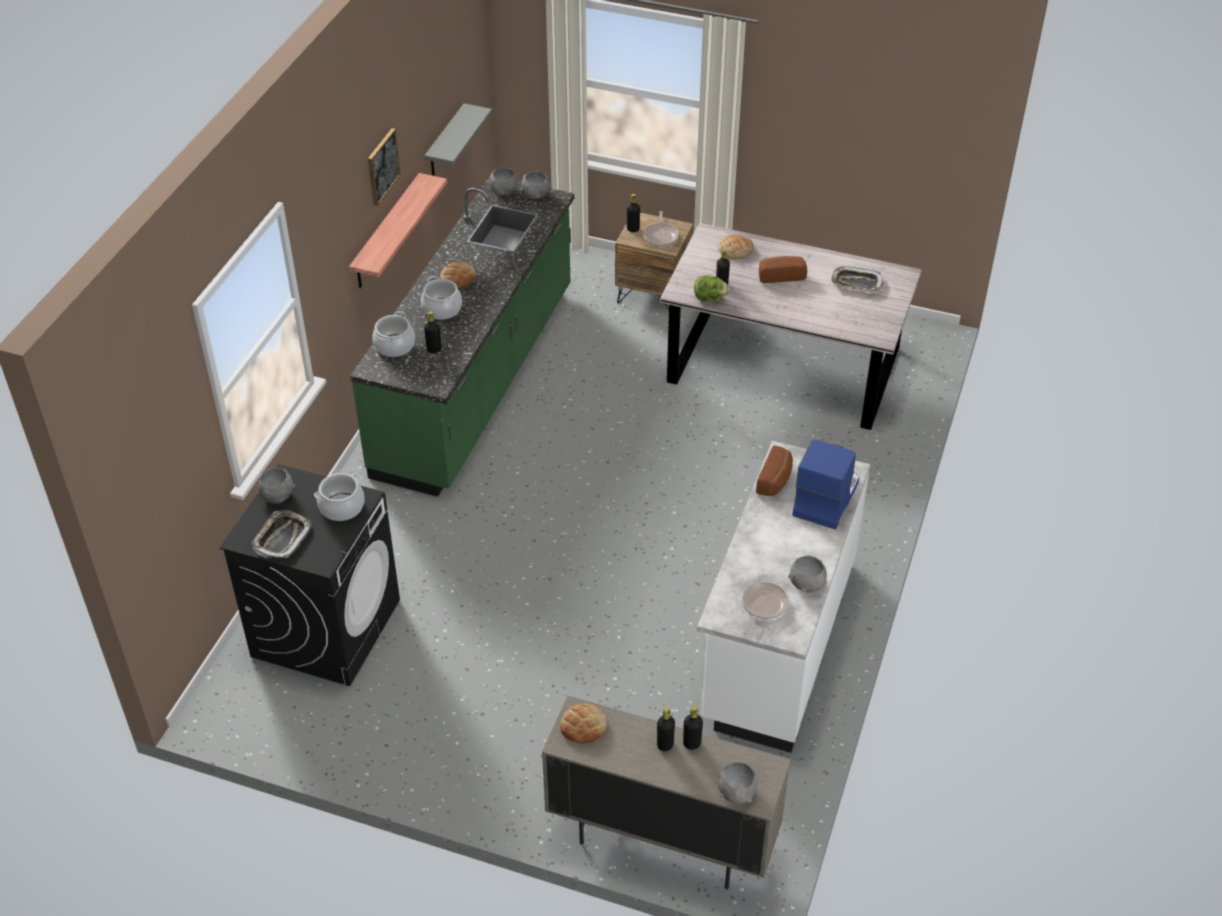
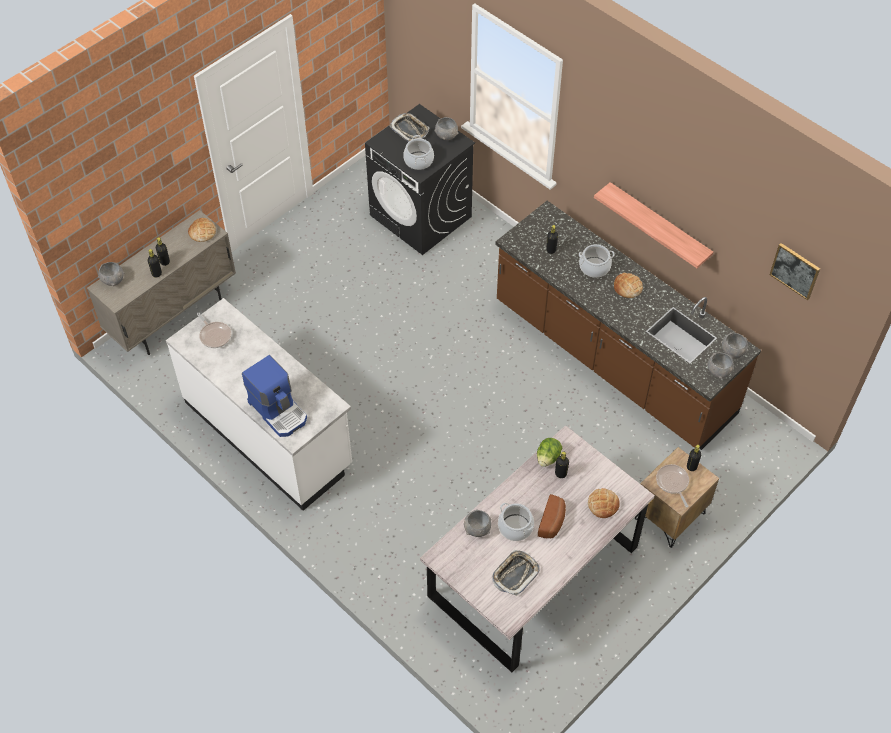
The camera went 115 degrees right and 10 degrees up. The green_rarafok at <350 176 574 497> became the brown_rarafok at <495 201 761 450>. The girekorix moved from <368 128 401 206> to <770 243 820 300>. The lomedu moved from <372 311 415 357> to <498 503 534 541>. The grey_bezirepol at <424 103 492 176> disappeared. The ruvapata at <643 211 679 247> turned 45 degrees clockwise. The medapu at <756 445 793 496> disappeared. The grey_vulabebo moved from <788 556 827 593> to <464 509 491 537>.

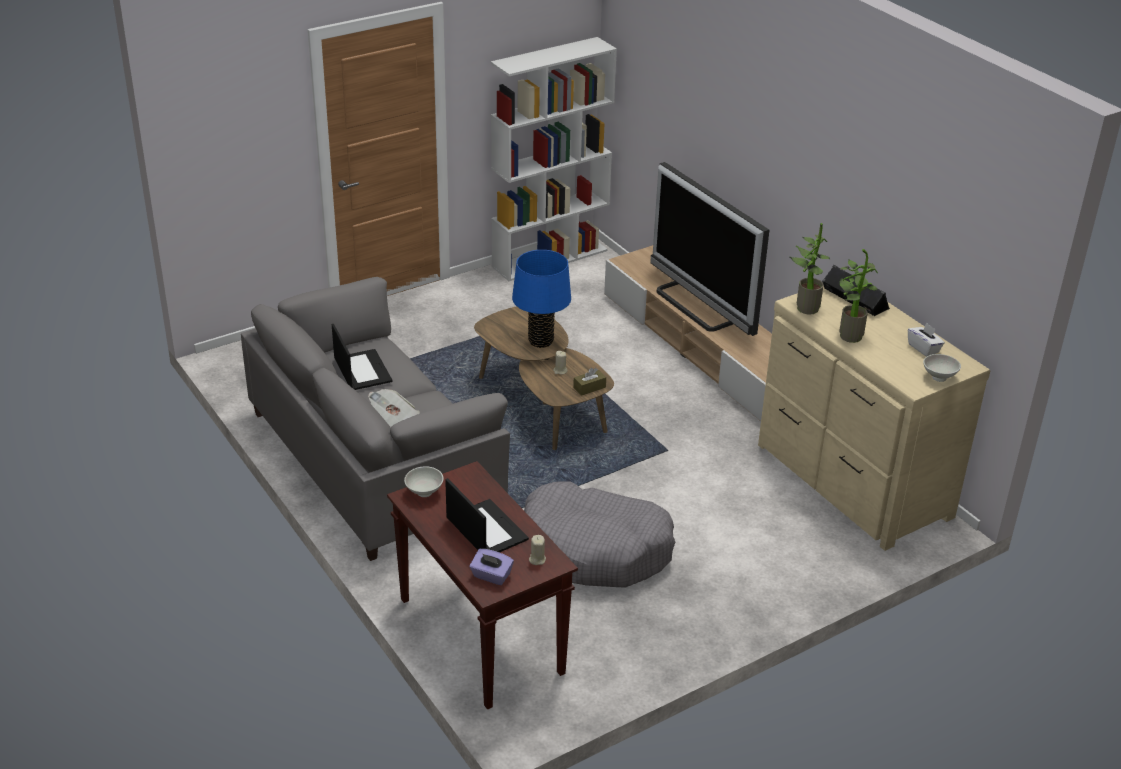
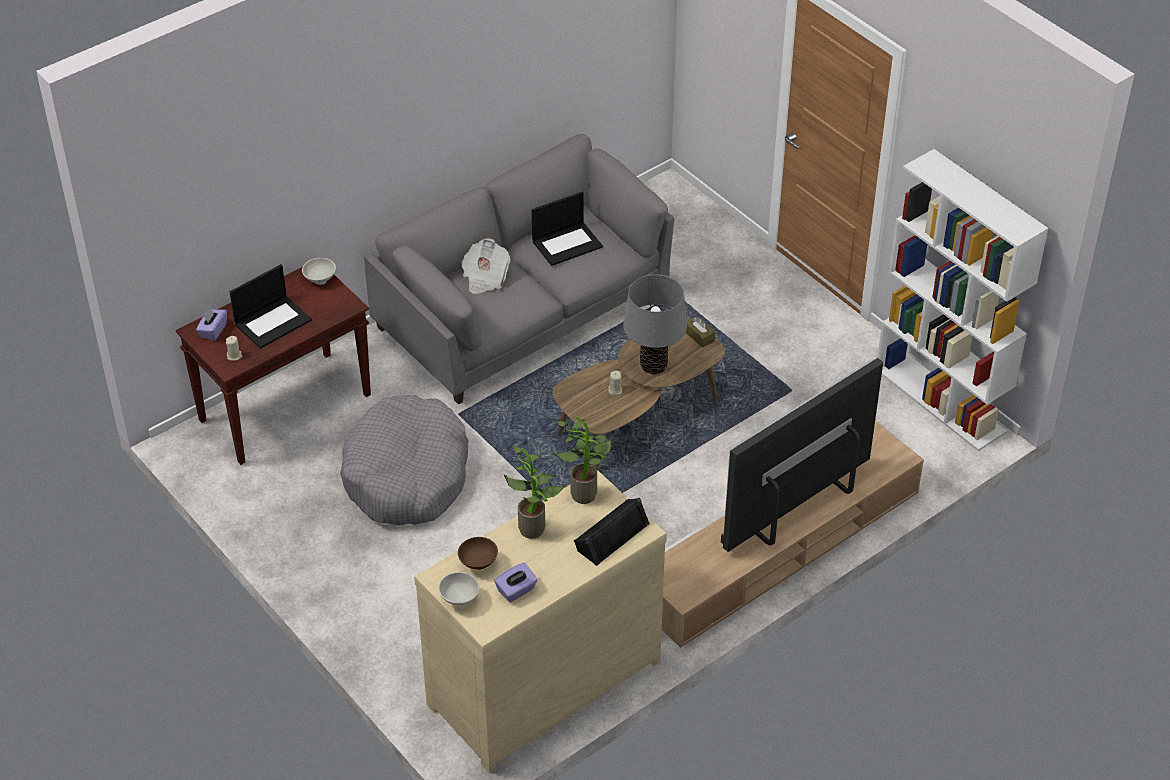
The camera went 85 degrees right and 10 degrees up. The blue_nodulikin at <512 250 571 348> became the grey_nodulikin at <623 274 687 375>. The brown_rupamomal moved from <573 368 606 396> to <686 316 715 348>. The white_rupamomal at <908 322 945 357> became the purple_rupamomal at <494 563 538 602>. The brown_vulabebo at <458 537 498 570> appeared.

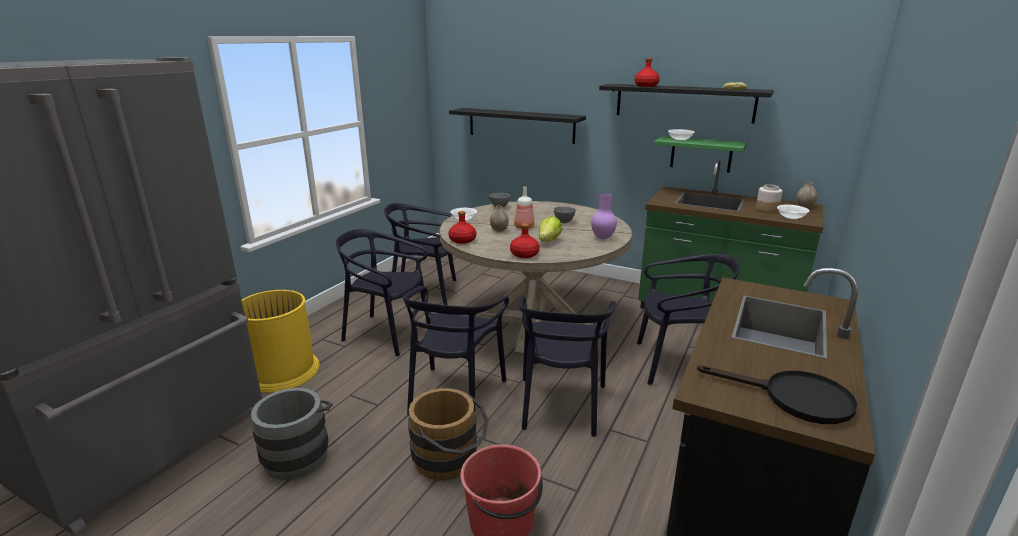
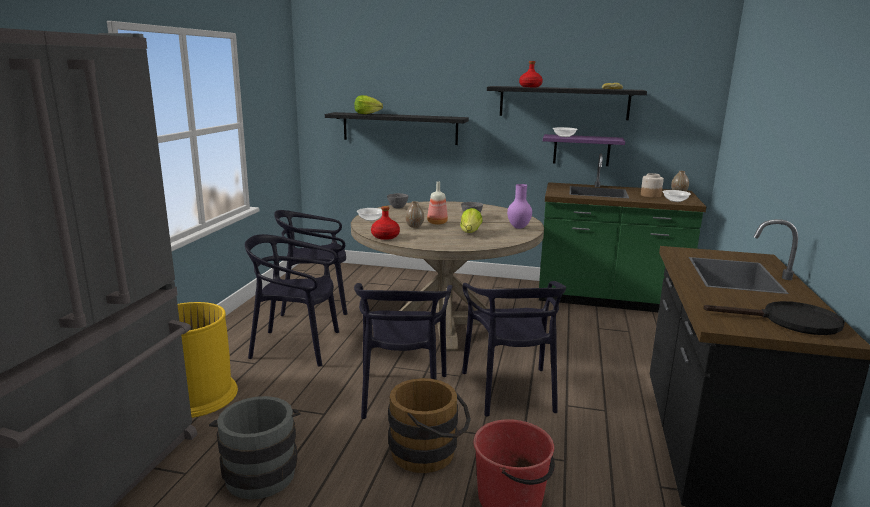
The camera went 15 degrees left and 5 degrees down. The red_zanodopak at <510 223 540 258> disappeared. The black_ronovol at <637 254 740 385> disappeared. The green_bezirepol at <654 136 747 173> became the purple_bezirepol at <543 134 625 166>. The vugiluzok at <354 95 383 114> appeared.

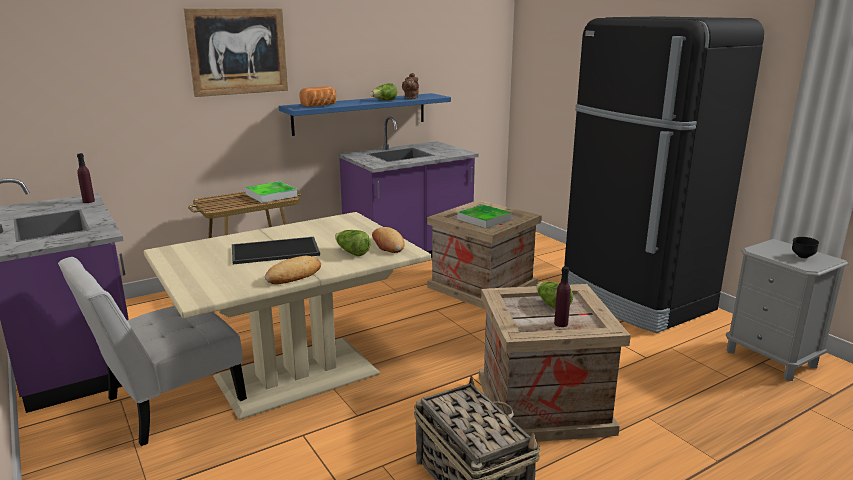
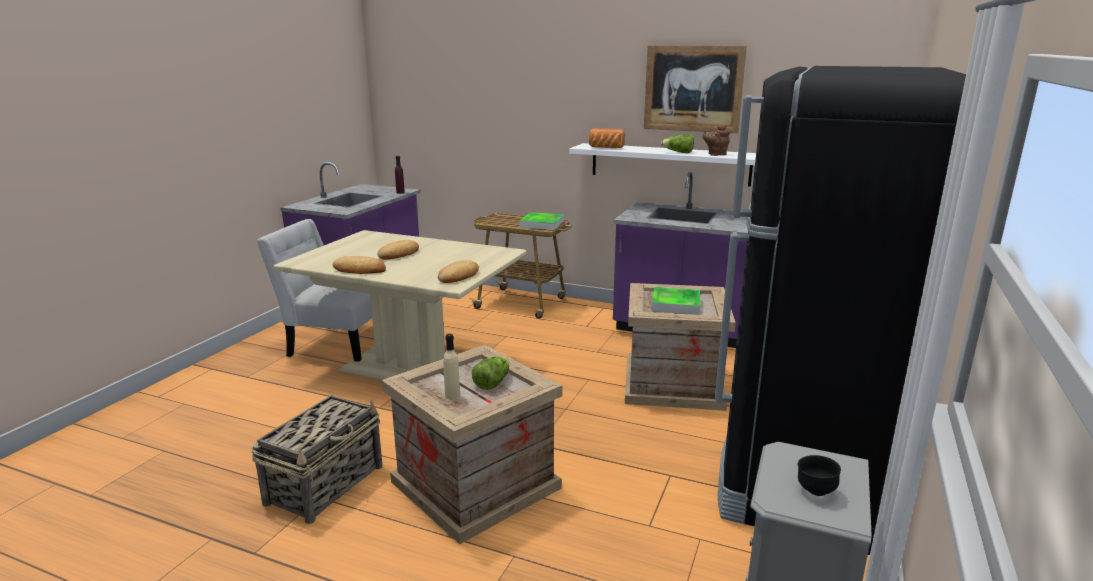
The camera went 55 degrees right and 0 degrees up. The girekorix moved from <184 8 288 97> to <644 45 747 133>. The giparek at <232 237 320 264> was replaced by the medapu at <377 240 419 260>. The blue_bezirepol at <279 93 451 136> became the white_bezirepol at <569 143 756 187>. The vugiluzok at <335 230 371 256> disappeared. The purple_zanodopak at <554 267 571 327> became the beige_zanodopak at <443 334 460 400>.

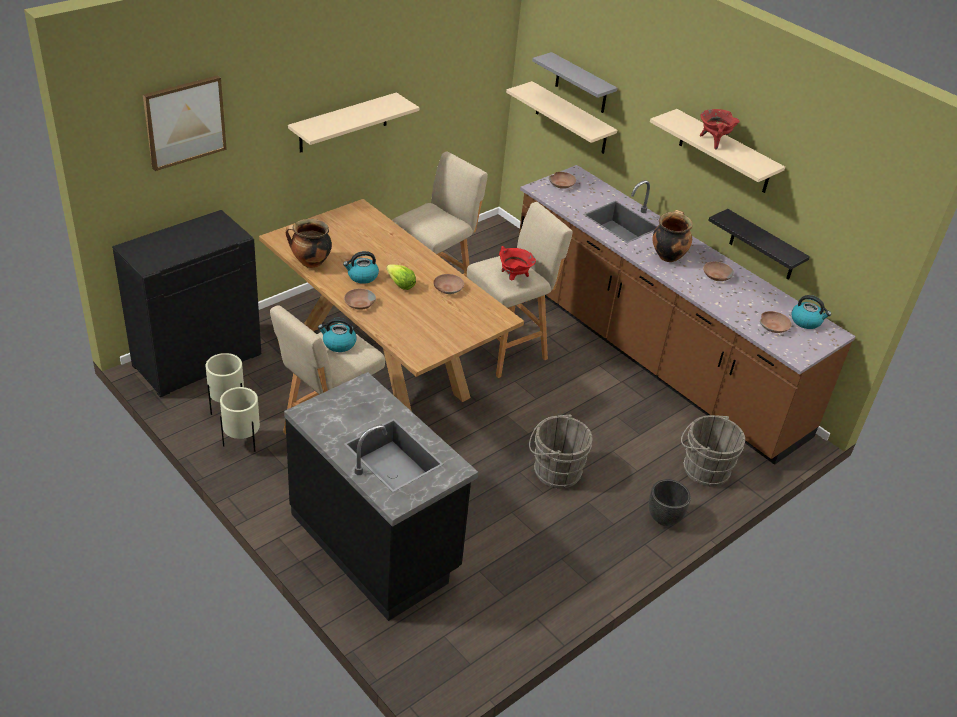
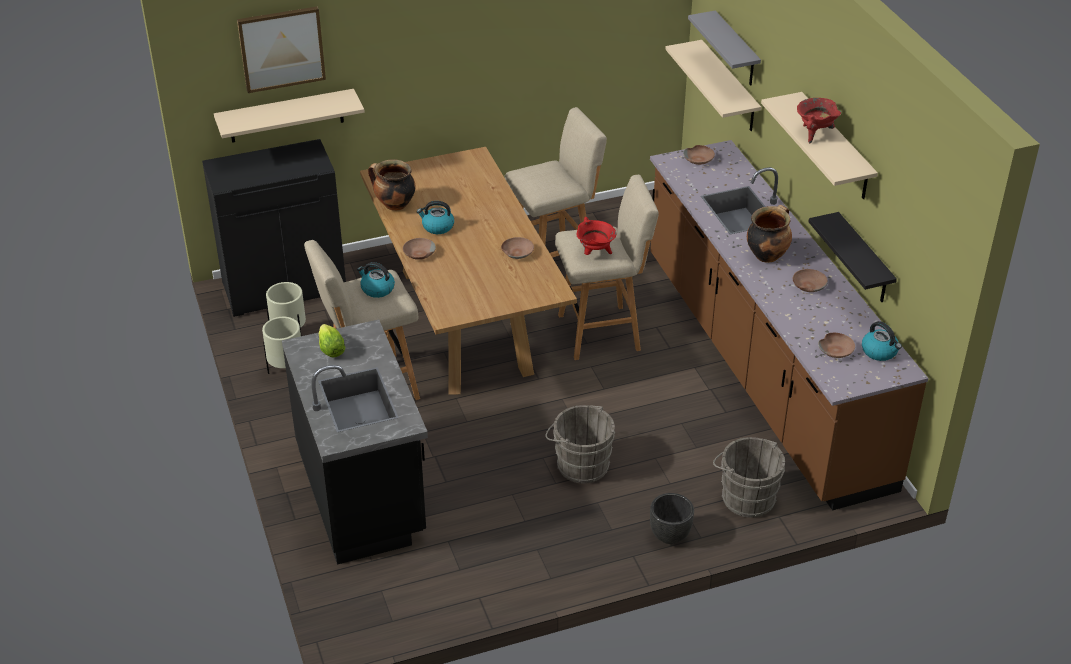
The camera went 25 degrees right and 0 degrees up. The beige_bezirepol moved from <288 92 419 153> to <214 89 365 143>. The vugiluzok moved from <386 264 416 290> to <319 324 345 358>.

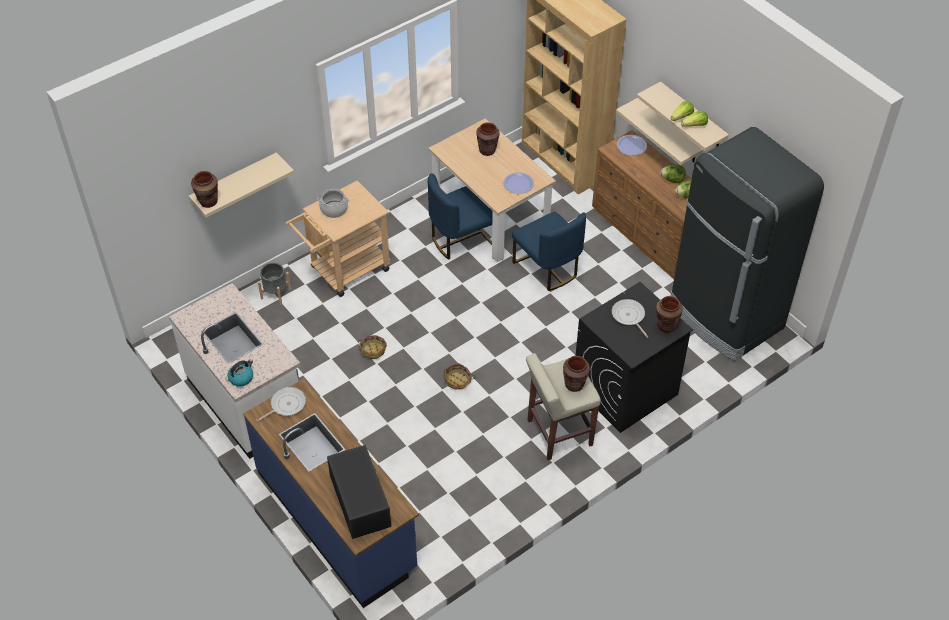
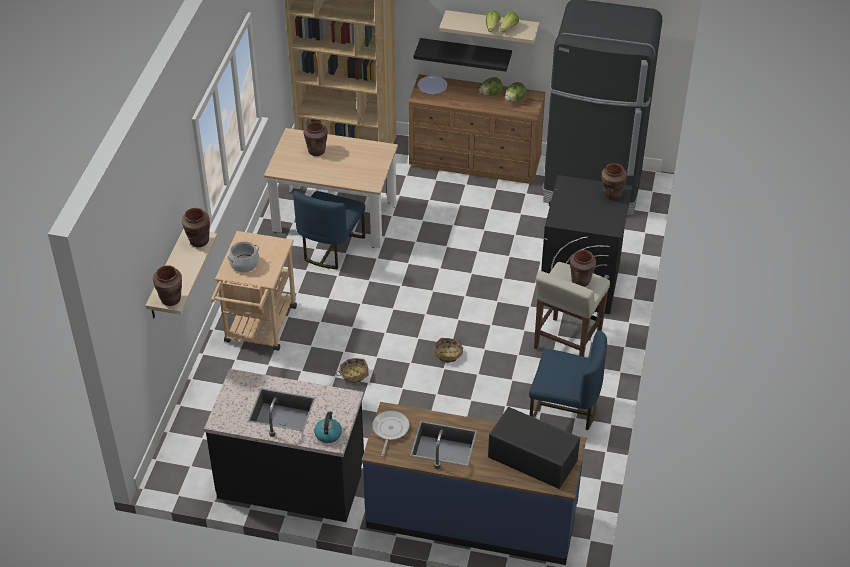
The camera went 40 degrees left and 5 degrees down. The white_rarafok at <169 283 301 459> became the black_rarafok at <204 369 364 522>. The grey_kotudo at <258 263 291 305> disappeared. The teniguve at <503 172 534 194> disappeared. The blue_ronovol moved from <512 212 586 291> to <529 330 607 430>. The ruvapata at <612 299 648 338> disappeared. The beige_bezirepol at <616 98 704 165> became the black_bezirepol at <414 38 512 72>. The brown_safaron at <182 208 210 247> appeared.

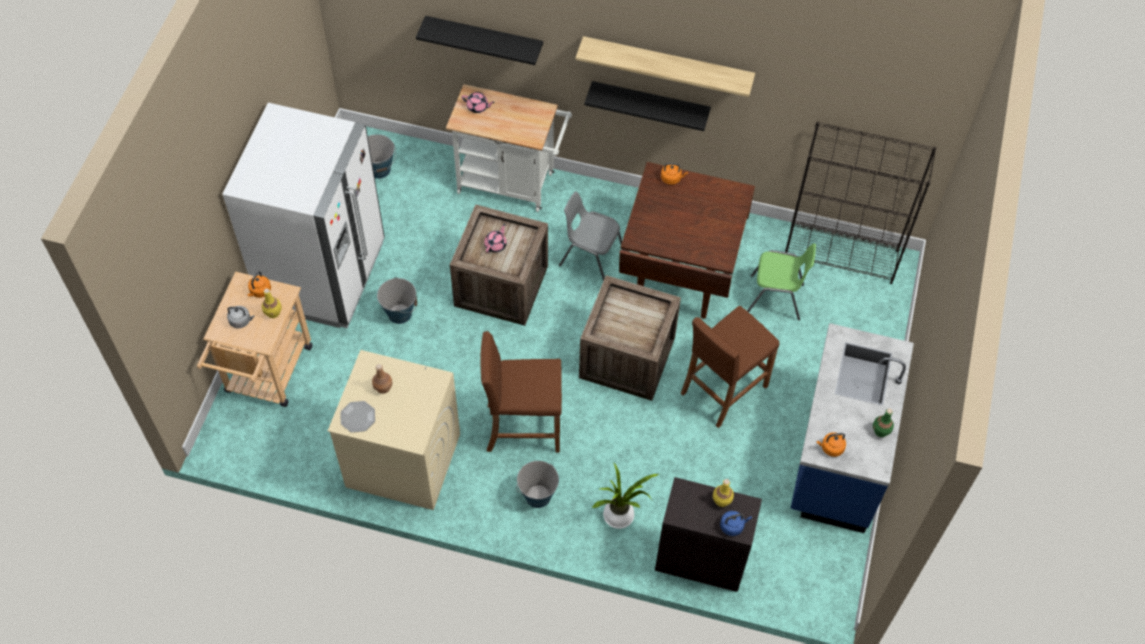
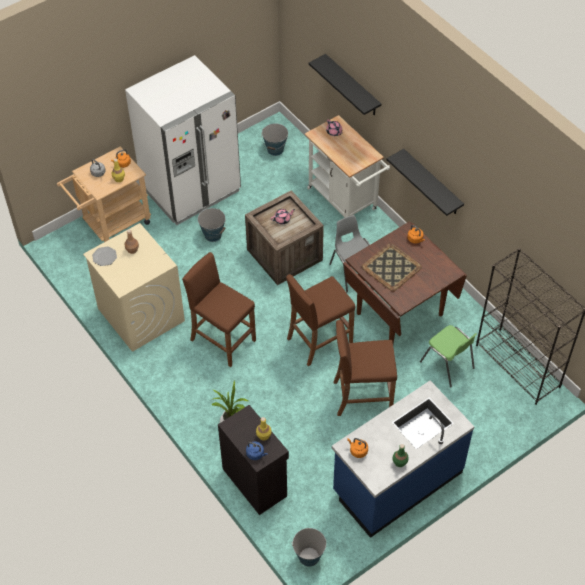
The camera went 40 degrees right and 5 degrees down. The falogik moved from <516 461 559 508> to <292 528 326 567>. The bezirepol at <576 36 755 97> disappeared. The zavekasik at <579 275 681 401> was replaced by the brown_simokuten at <286 274 355 366>. The giparek at <362 243 422 291> appeared.

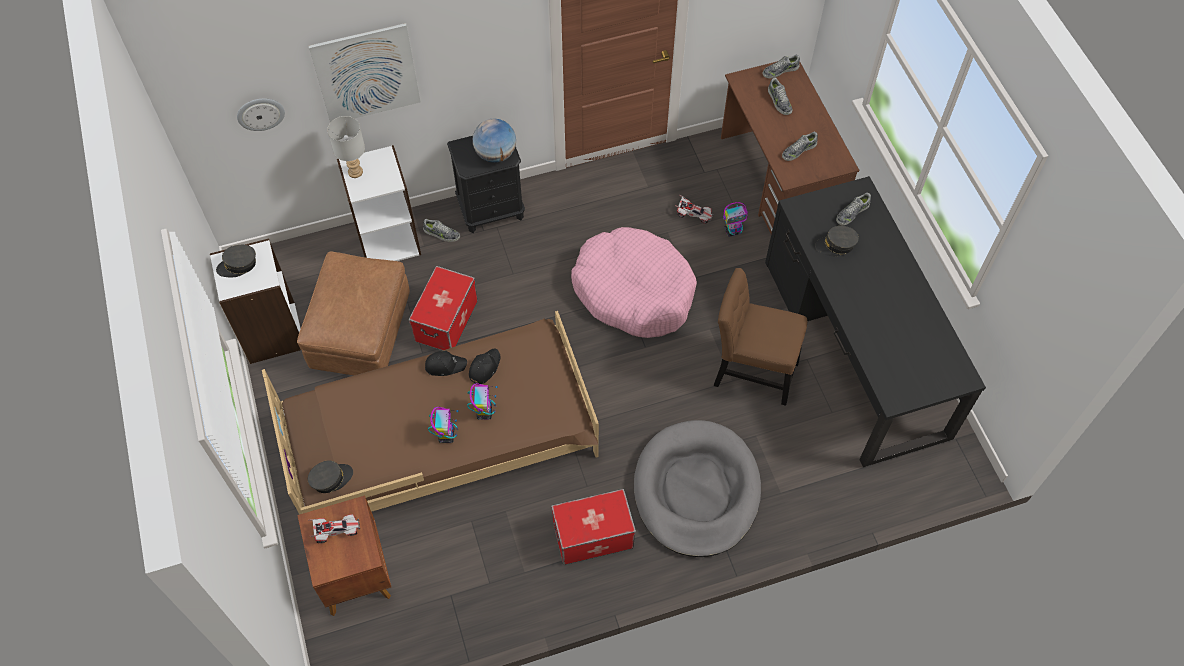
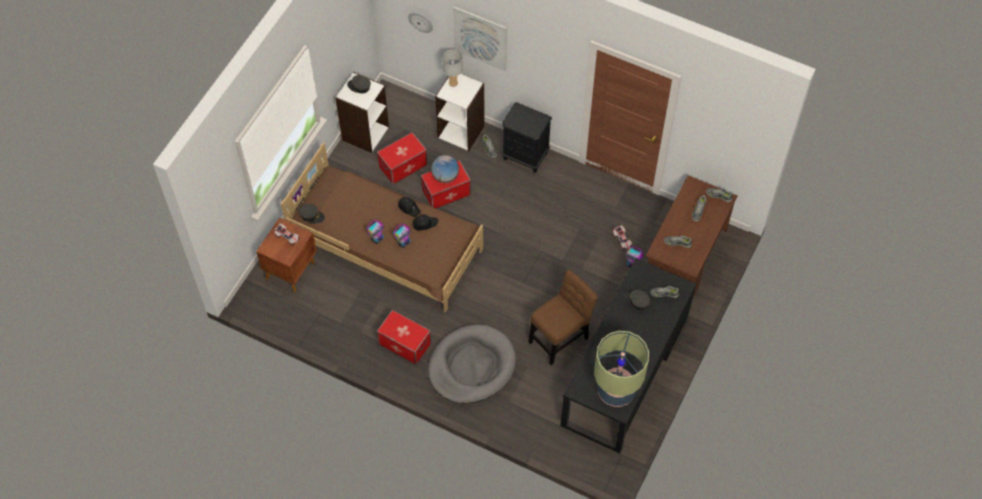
The camera went 45 degrees right and 0 degrees up. The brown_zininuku at <297 252 410 375> was replaced by the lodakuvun at <377 132 427 184>. The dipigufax moved from <473 119 516 163> to <431 155 459 183>. The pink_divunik at <571 227 697 338> disappeared. The brown_ronovol at <713 268 807 406> turned 75 degrees clockwise. The nodulikin at <594 331 649 407> appeared.

